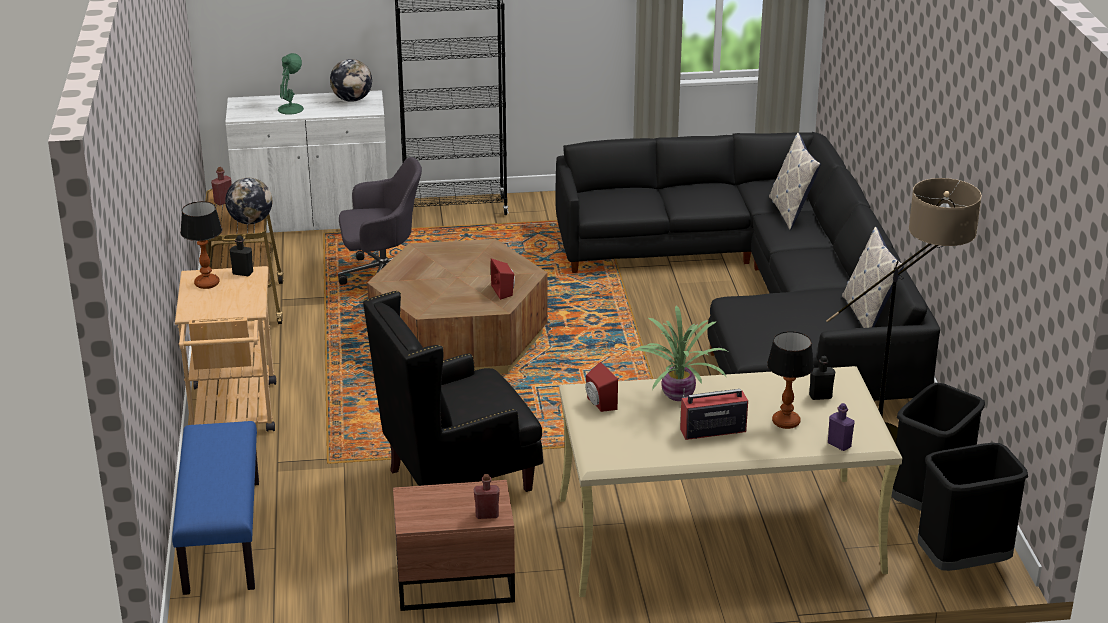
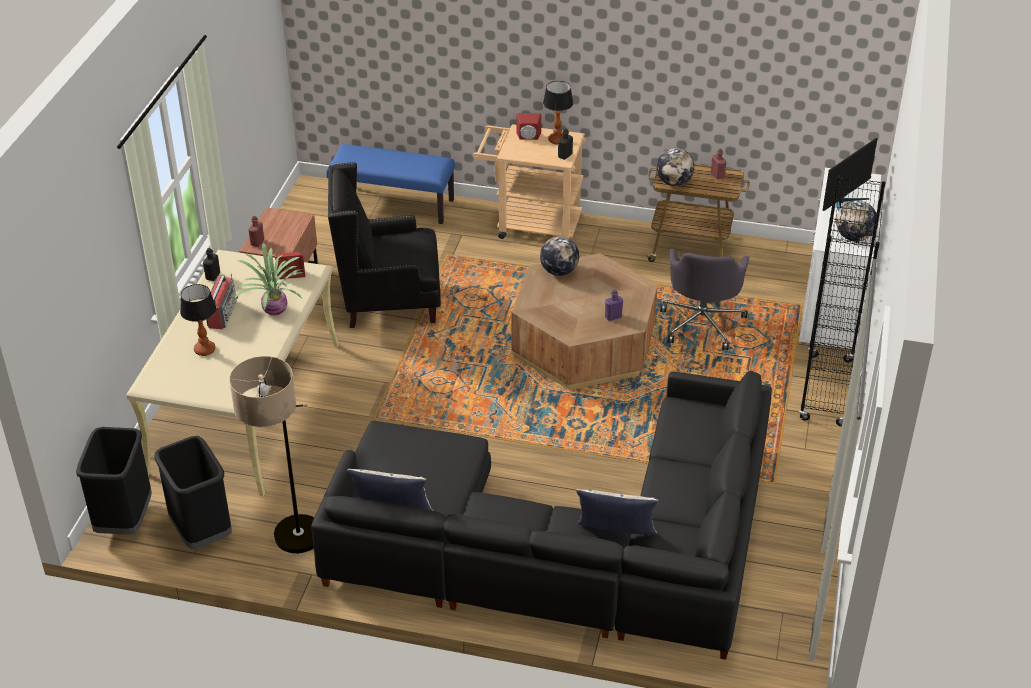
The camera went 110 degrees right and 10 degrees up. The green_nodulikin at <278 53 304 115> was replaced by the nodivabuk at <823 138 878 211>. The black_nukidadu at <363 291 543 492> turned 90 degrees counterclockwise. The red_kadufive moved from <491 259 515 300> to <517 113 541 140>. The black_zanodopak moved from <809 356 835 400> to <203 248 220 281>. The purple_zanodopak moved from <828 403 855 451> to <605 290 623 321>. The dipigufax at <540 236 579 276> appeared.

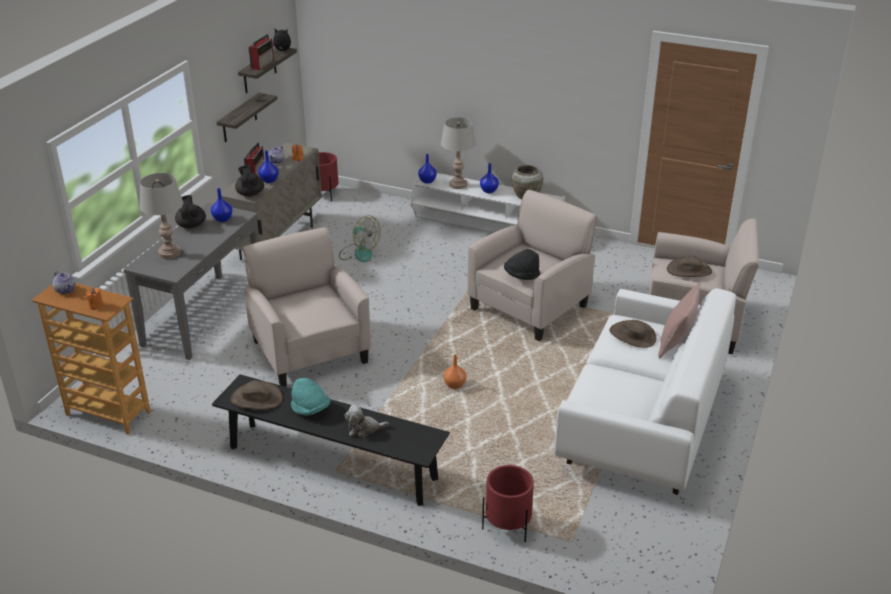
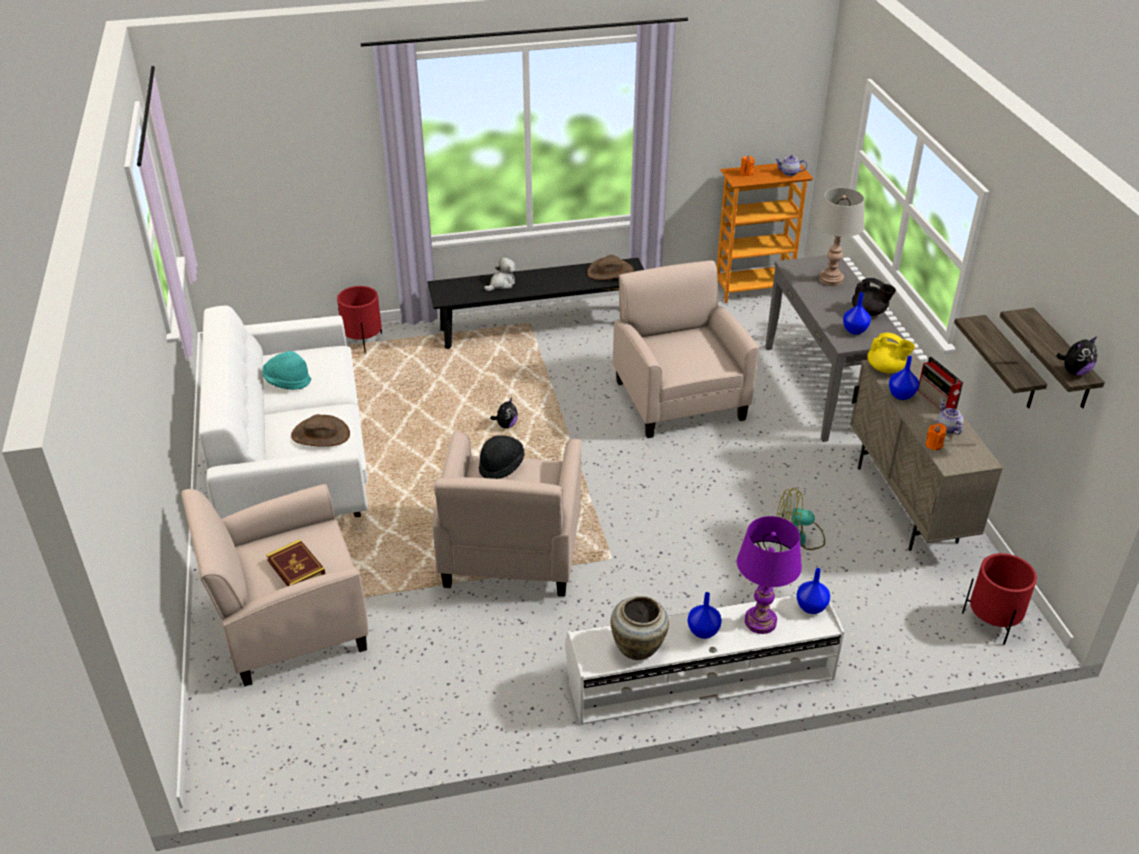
The camera went 145 degrees right and 5 degrees up. The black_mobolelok at <235 165 264 197> became the yellow_mobolelok at <868 333 915 373>. The beige_nukidadu at <242 227 371 387> turned 135 degrees counterclockwise. The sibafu at <249 34 274 70> disappeared. The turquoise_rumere moved from <291 378 331 415> to <263 351 311 390>. The grey_nodulikin at <441 117 476 189> became the purple_nodulikin at <737 516 802 634>. The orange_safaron at <444 354 467 389> was replaced by the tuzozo at <490 398 518 428>. The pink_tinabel at <658 283 700 359> disappeared. The brown_rumere at <667 255 712 277> was replaced by the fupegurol at <266 539 326 586>.

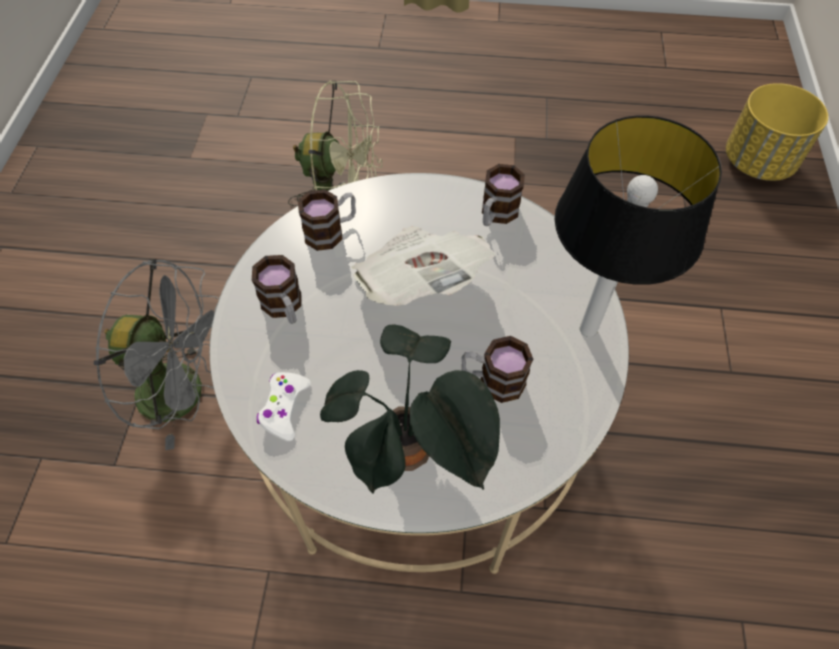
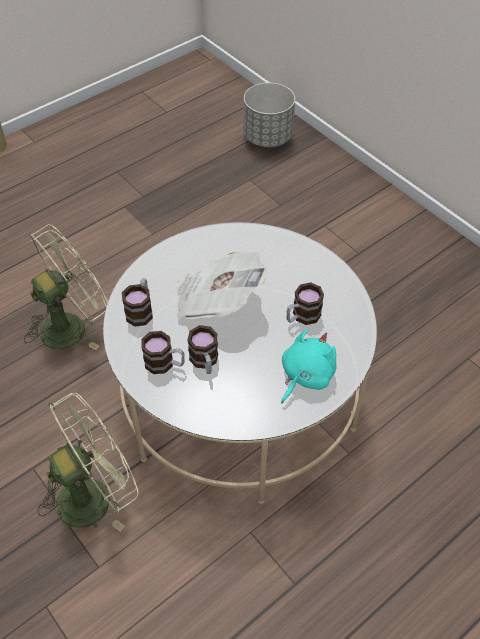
The camera went 45 degrees left and 5 degrees down. The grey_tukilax at <94 259 219 450> became the green_tukilax at <38 393 139 532>. The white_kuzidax at <257 372 311 441> disappeared. The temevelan at <320 325 500 494> was replaced by the turquoise_tuzozo at <281 329 337 404>. The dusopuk moved from <482 164 525 226> to <187 325 218 374>. The nodulikin at <555 116 722 337> disappeared. The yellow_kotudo at <726 83 828 181> became the grey_kotudo at <243 83 295 147>.

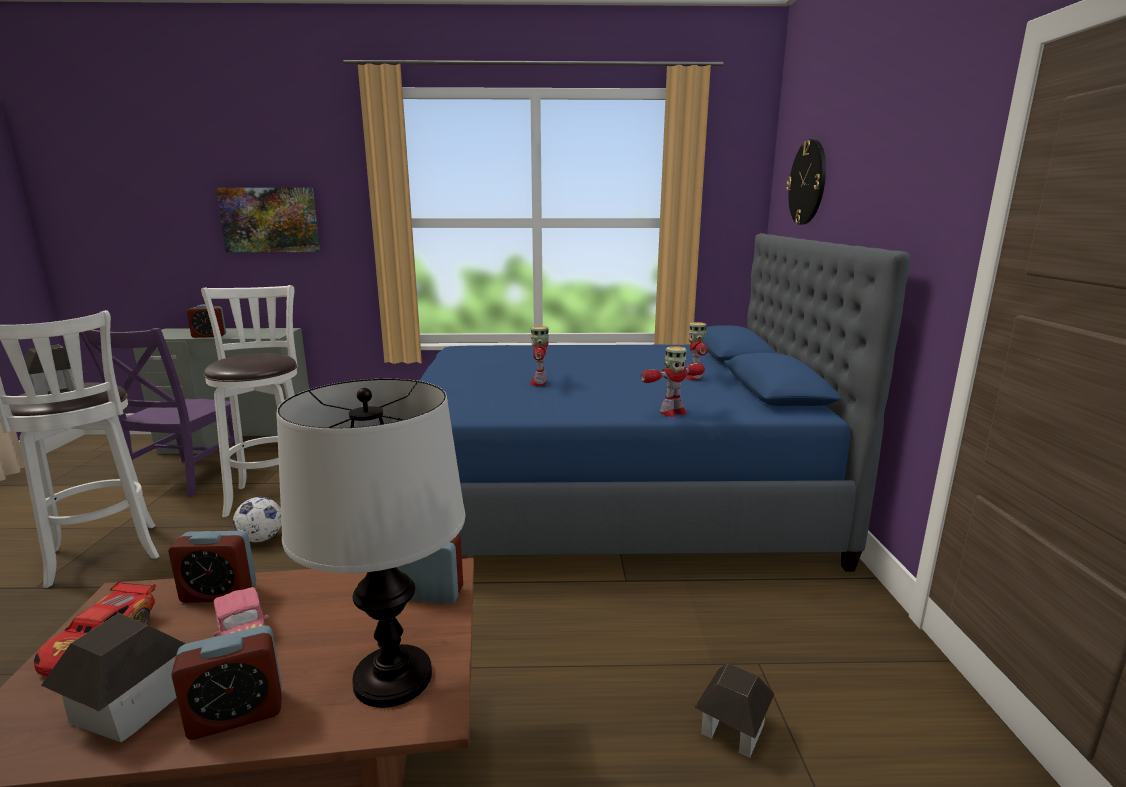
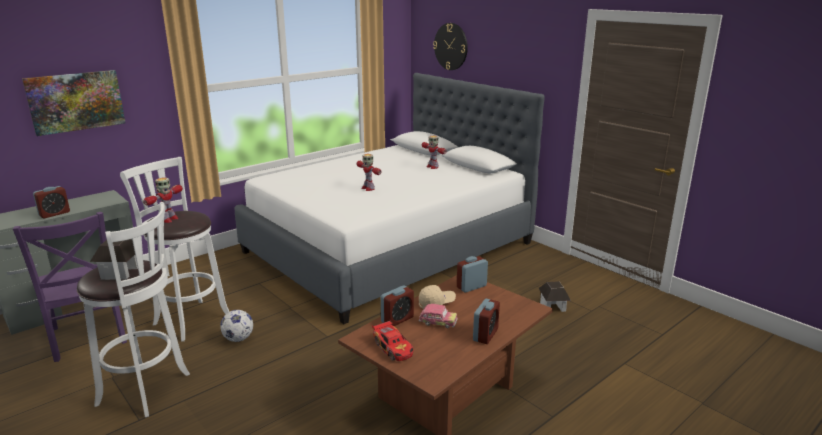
The camera went 40 degrees left and 5 degrees up. The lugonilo at <41 613 186 742> disappeared. The nodulikin at <276 379 466 708> disappeared. The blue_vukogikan at <419 233 910 572> became the white_vukogikan at <235 73 545 324>. The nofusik moved from <641 346 705 417> to <143 178 183 223>. The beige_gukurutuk at <419 285 456 309> appeared.

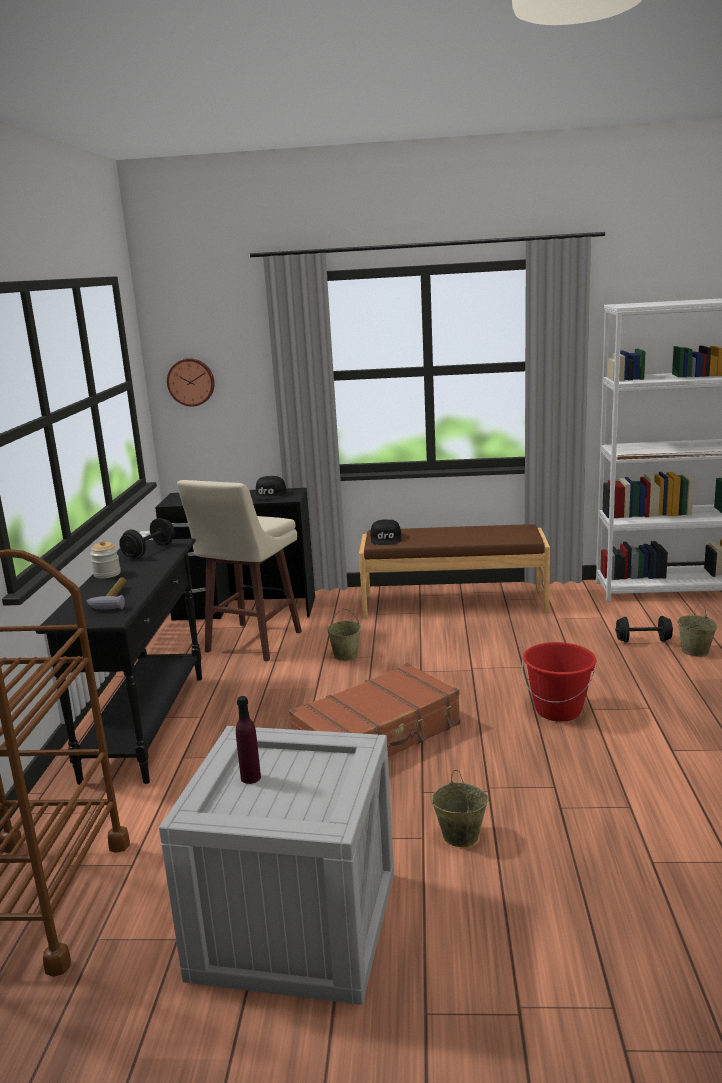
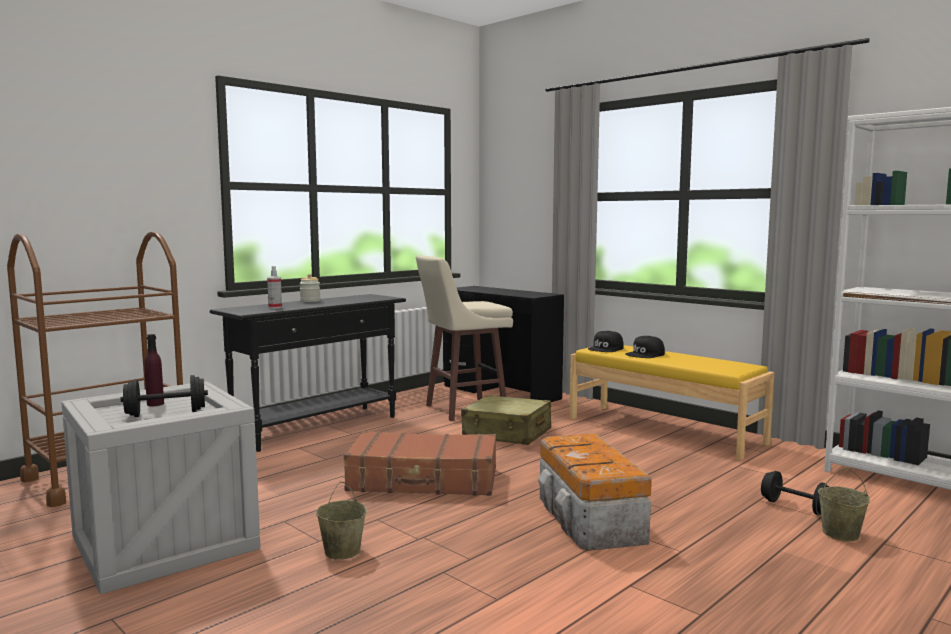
The camera went 40 degrees right and 10 degrees down. The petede at <87 578 126 610> was replaced by the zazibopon at <267 266 282 309>. The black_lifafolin moved from <119 518 175 558> to <121 375 208 417>. The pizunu at <167 358 215 407> disappeared. The black_gukurutuk moved from <252 476 287 500> to <625 336 665 358>. The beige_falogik at <327 608 361 661> was replaced by the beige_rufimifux at <461 395 551 445>. The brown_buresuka at <359 524 550 618> became the yellow_buresuka at <569 345 774 460>. The red_falogik at <522 642 596 722> was replaced by the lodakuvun at <538 433 652 551>.

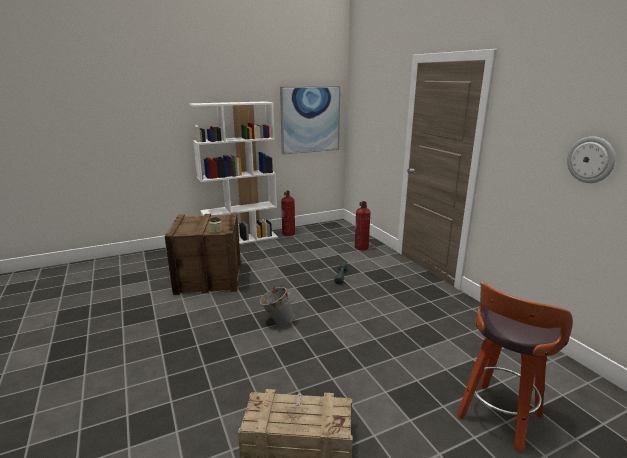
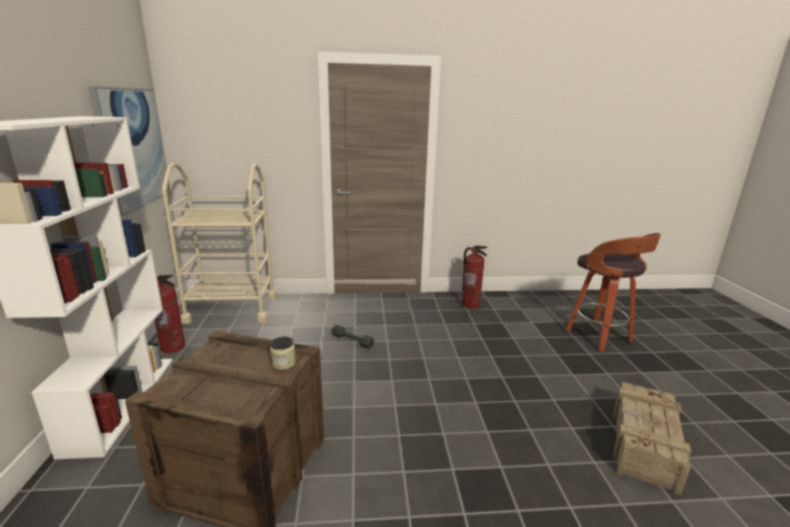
The camera went 70 degrees left and 0 degrees up. The grey_falogik at <260 286 294 326> disappeared. The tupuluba moved from <355 201 370 251> to <462 246 487 309>. The pizunu at <567 136 615 183> disappeared. The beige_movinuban at <162 163 277 324> appeared.

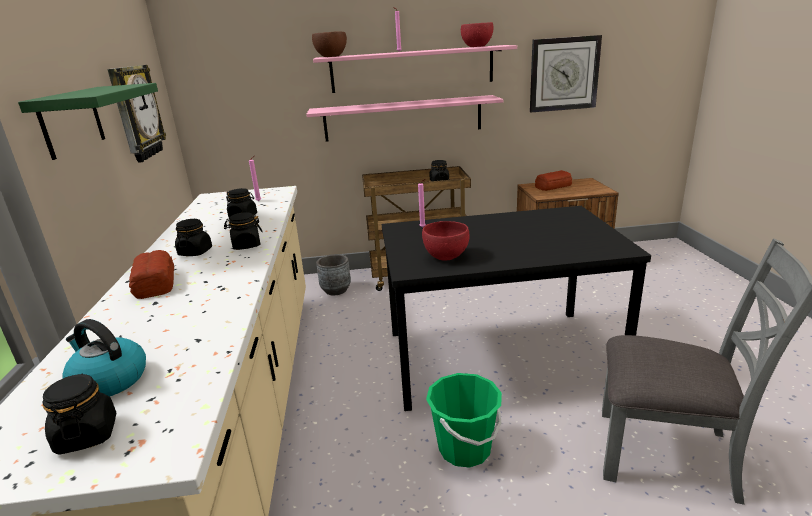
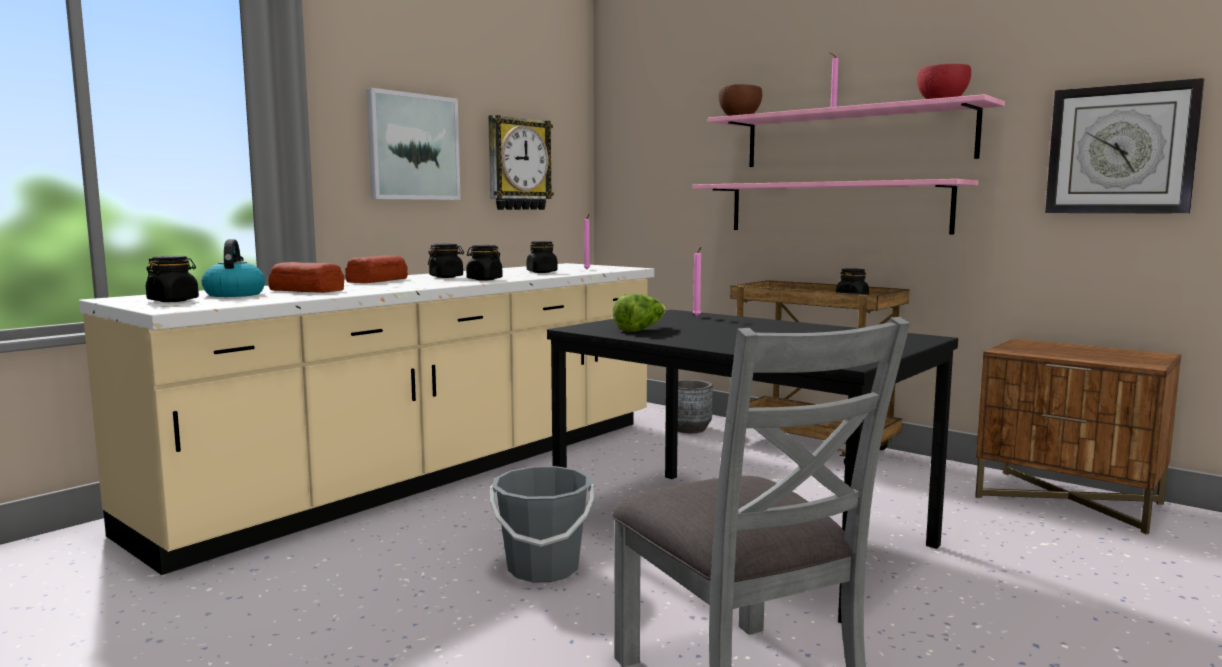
The camera went 45 degrees right and 15 degrees down. The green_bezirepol at <18 83 158 160> was replaced by the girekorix at <366 88 461 200>. The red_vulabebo at <422 221 470 261> was replaced by the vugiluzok at <613 294 666 332>. The green_falogik at <426 373 502 468> became the grey_falogik at <490 466 594 582>. The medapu moved from <535 170 572 191> to <269 262 344 293>.

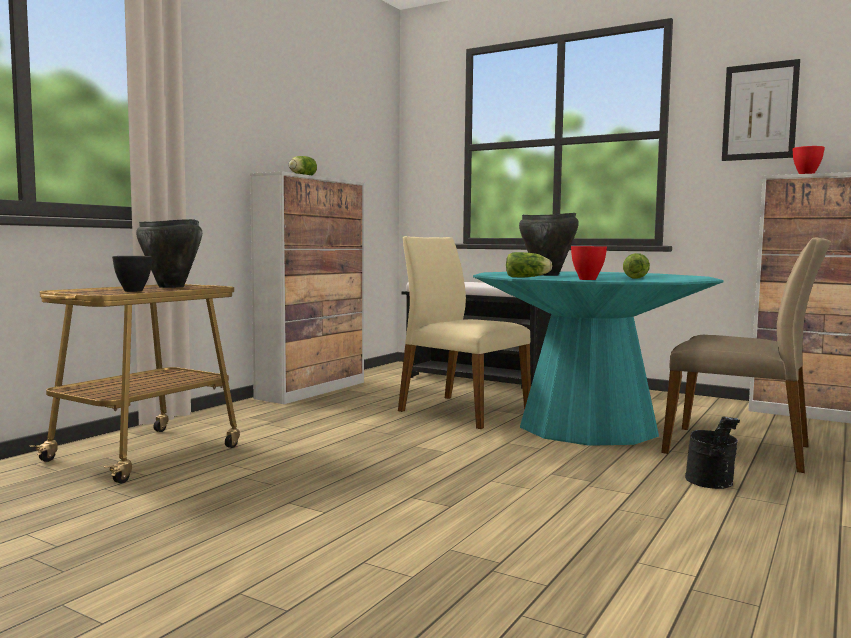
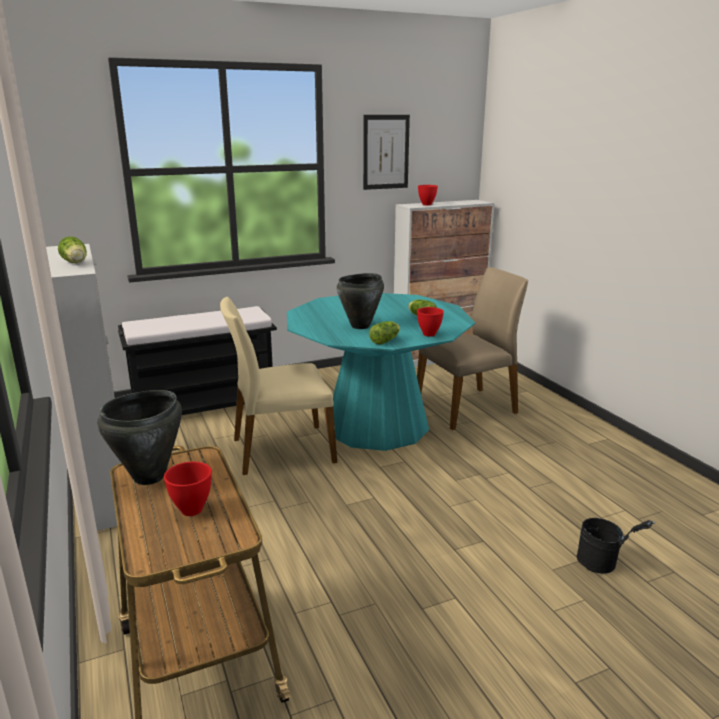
The camera went 55 degrees left and 15 degrees up. The black_vulabebo at <112 256 152 292> became the red_vulabebo at <164 462 212 516>. The black_falogik moved from <685 416 740 489> to <577 518 655 574>.

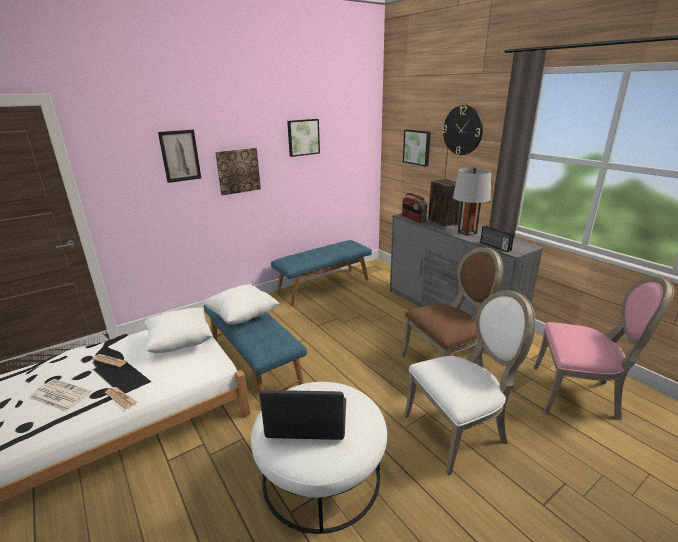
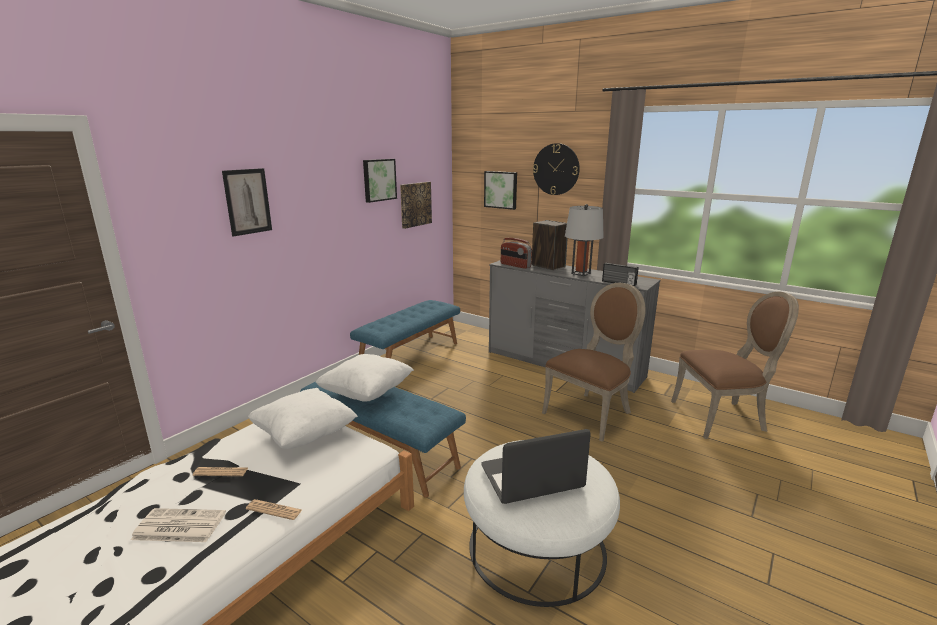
The camera went 20 degrees left and 5 degrees down. The girekorix moved from <215 148 261 195> to <400 182 432 229>. The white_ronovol at <404 291 535 476> disappeared. The pink_ronovol at <534 277 674 420> became the brown_ronovol at <671 291 799 439>.

